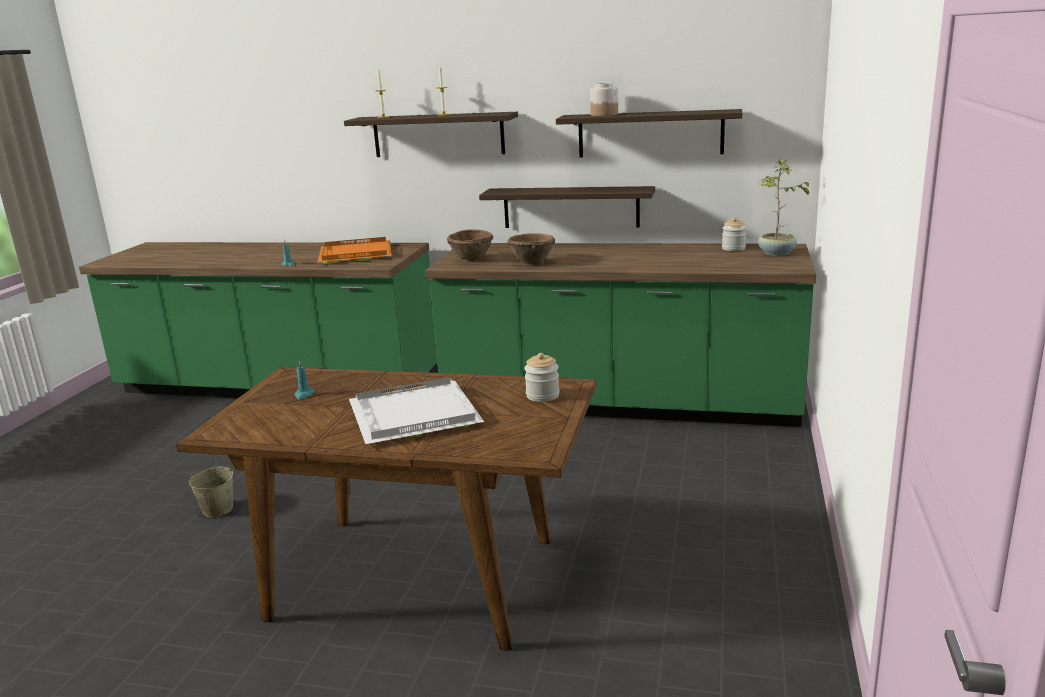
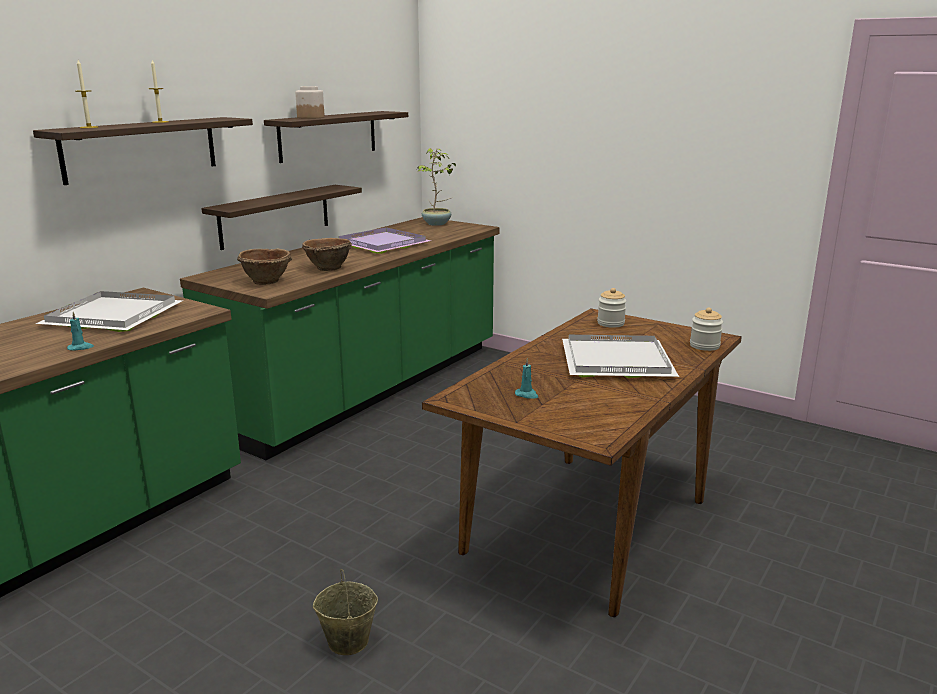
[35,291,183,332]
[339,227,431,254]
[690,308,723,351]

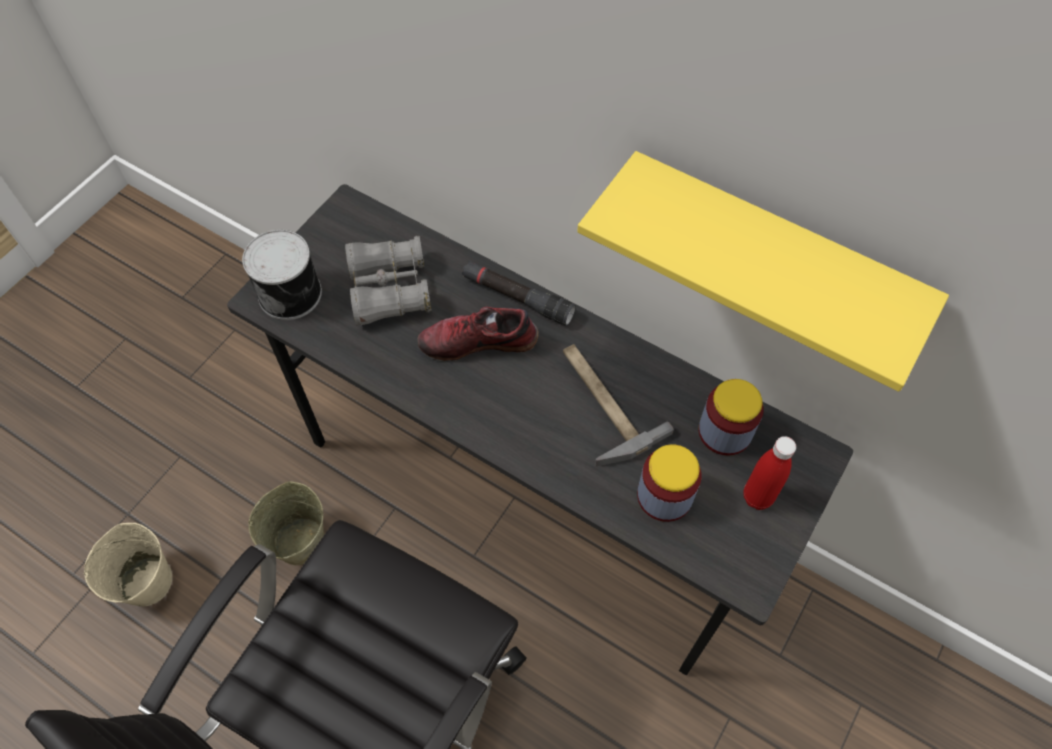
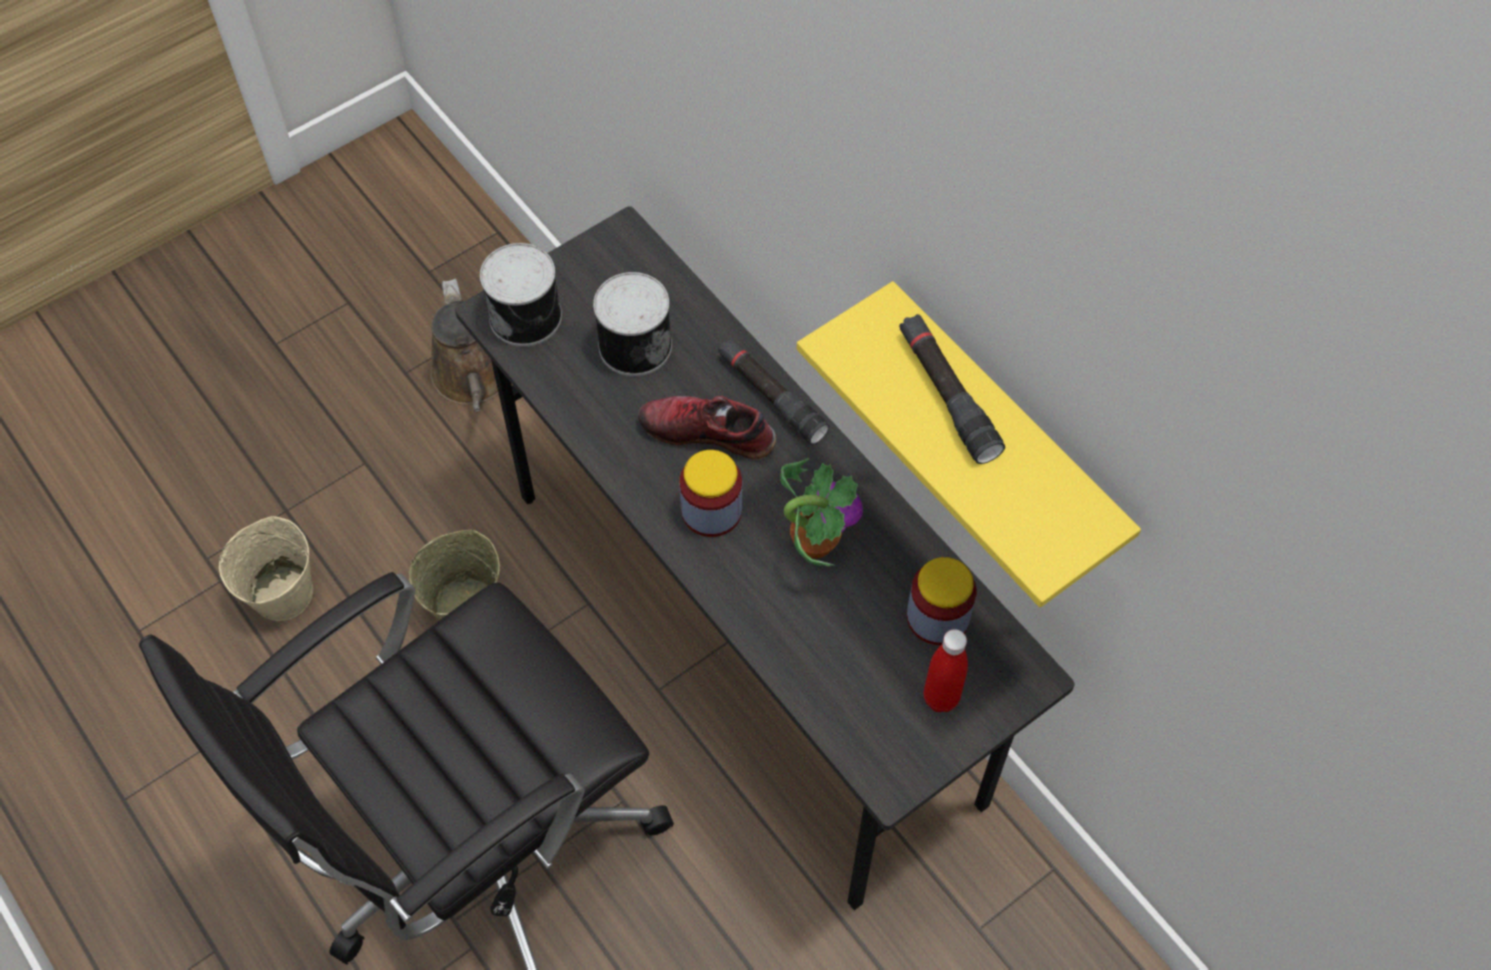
[430,279,499,412]
[593,272,672,376]
[680,450,742,537]
[780,458,863,566]
[899,314,1005,464]

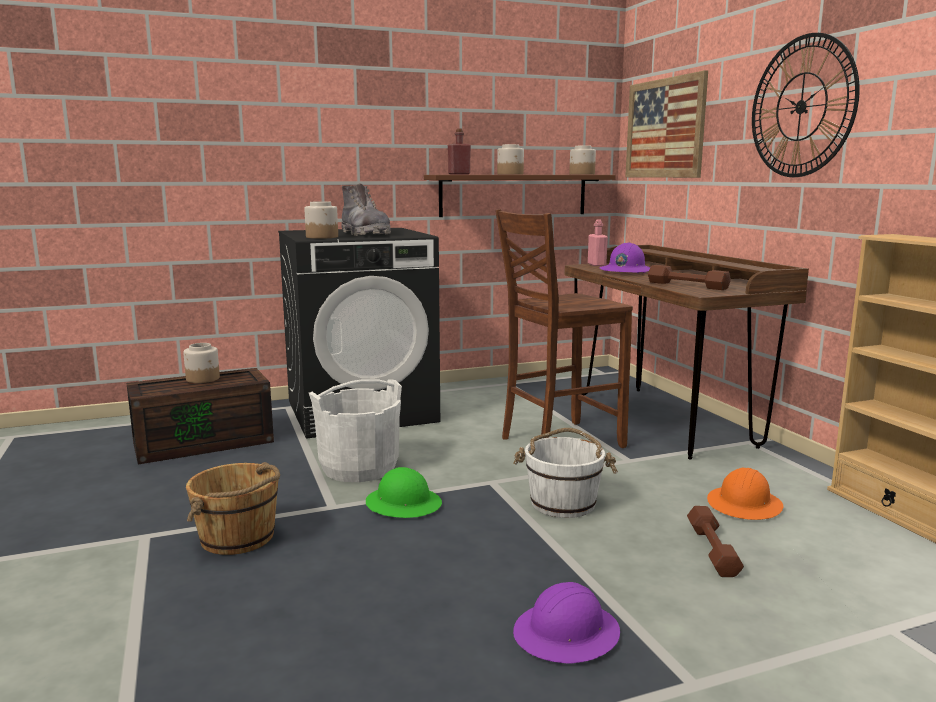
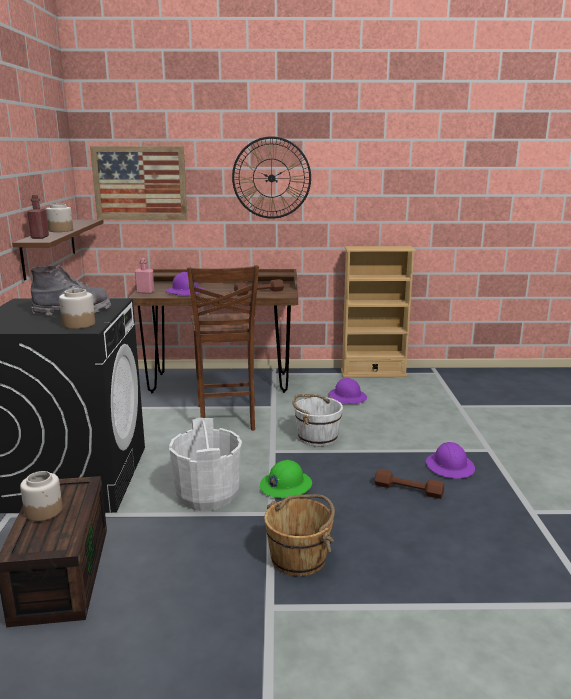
[329,378,367,404]
[375,469,444,499]
[569,145,596,175] (first image)

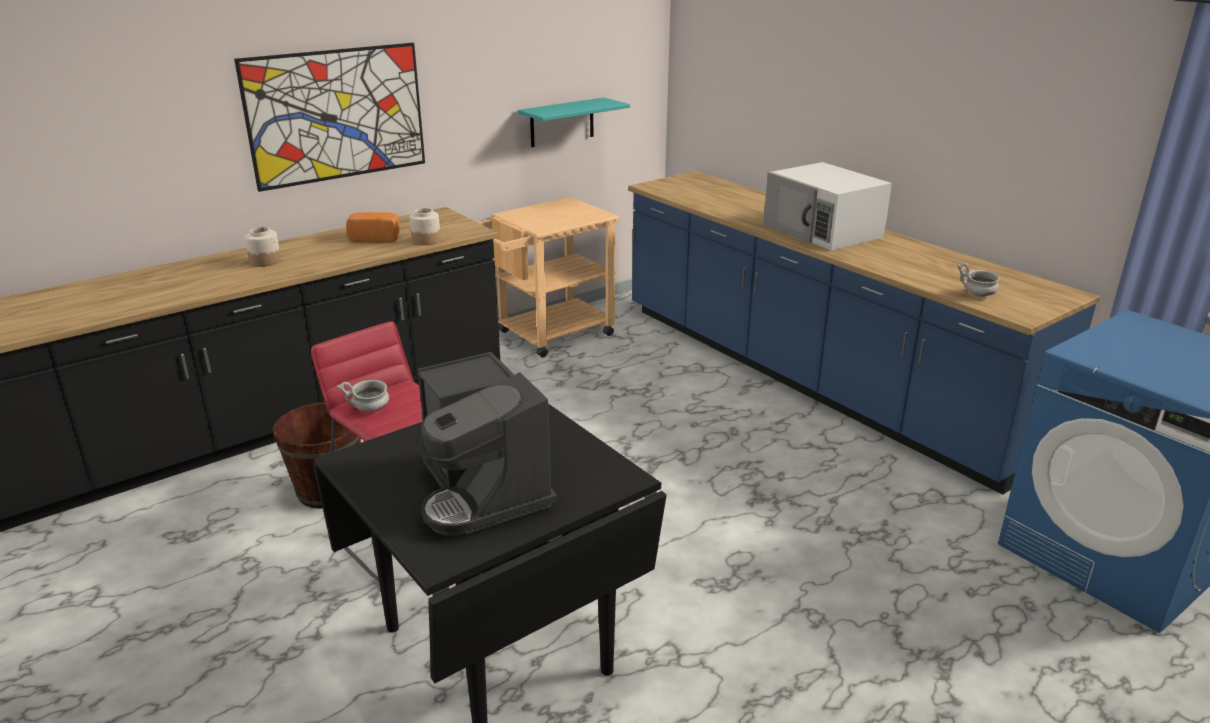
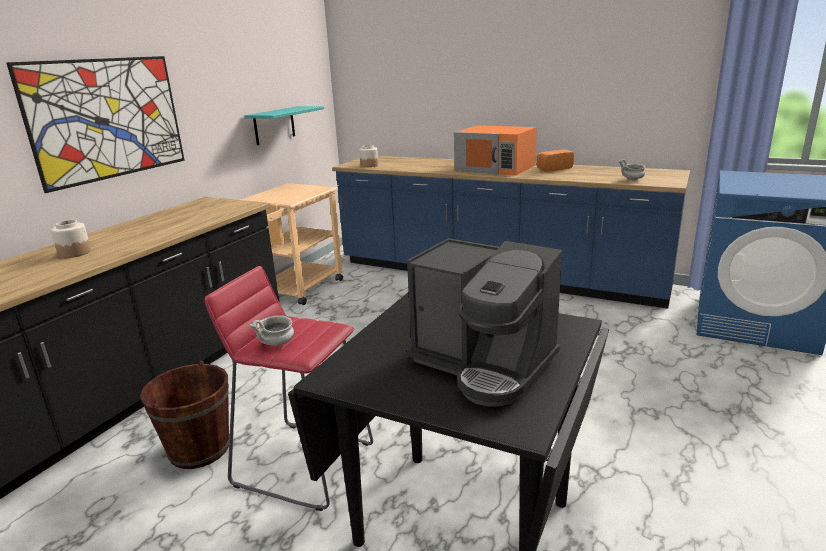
[359,145,378,167]
[454,125,537,175]
[537,150,574,172]

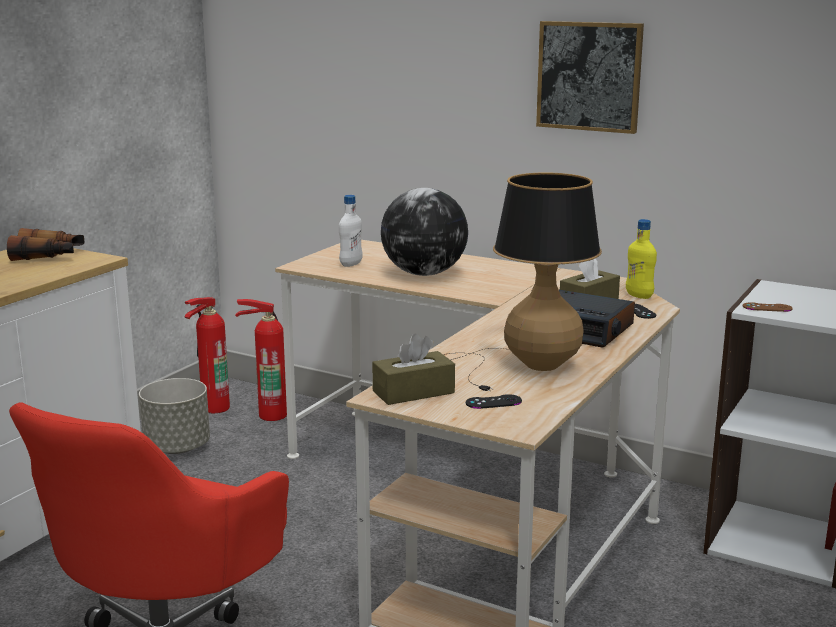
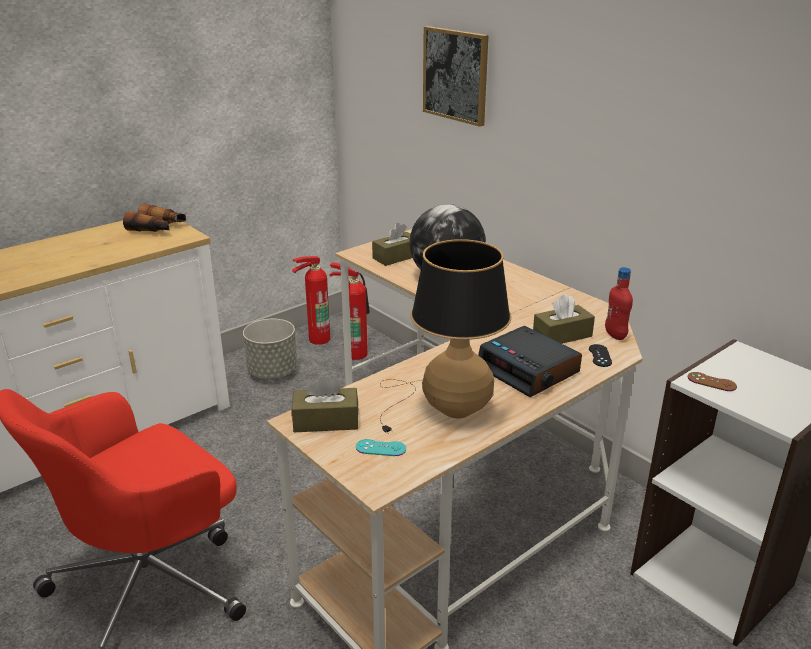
[356,439,406,456]
[372,223,412,266]
[423,26,489,127]
[605,267,633,340]

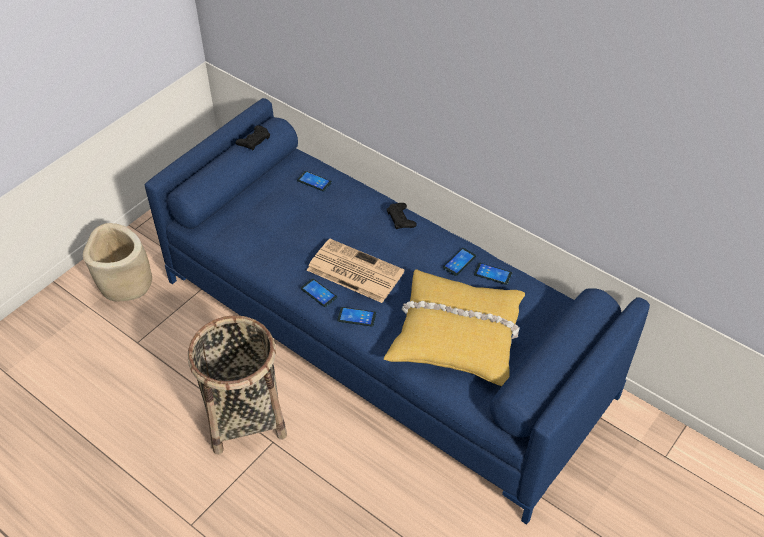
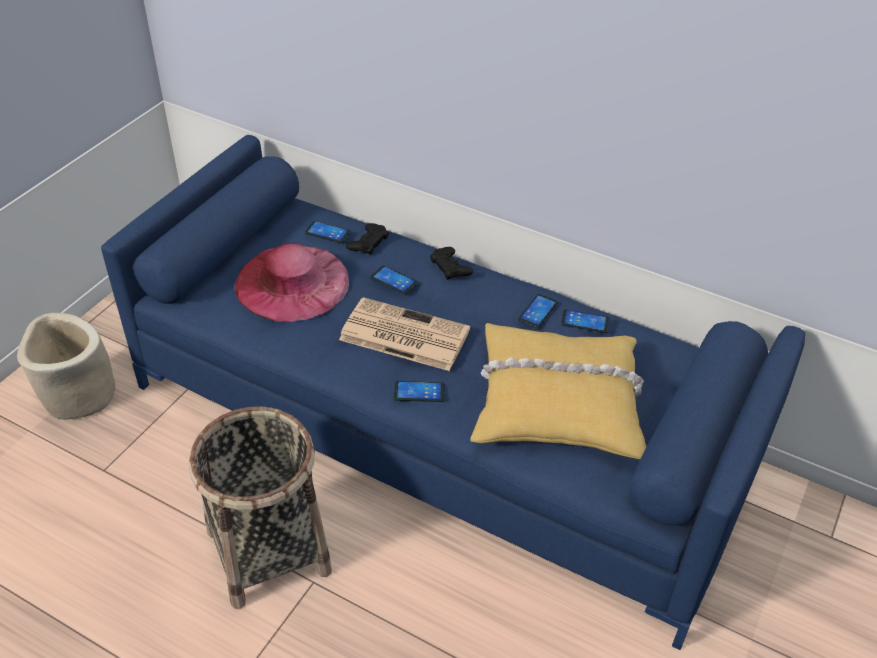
[234,243,349,322]
[346,223,389,255]
[370,266,418,295]

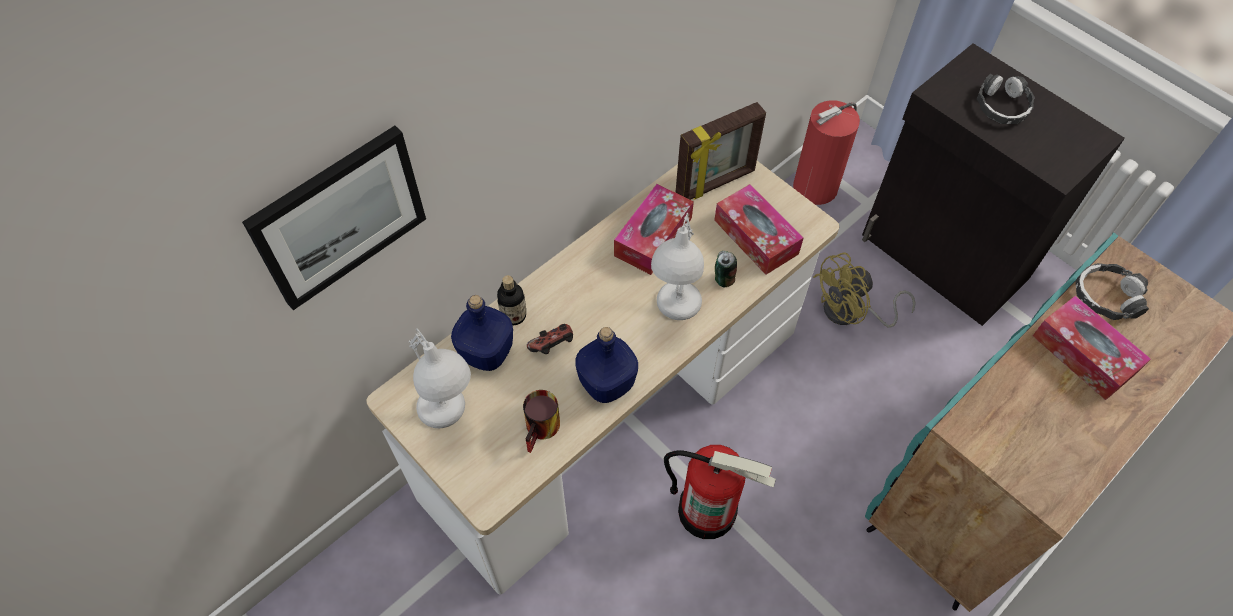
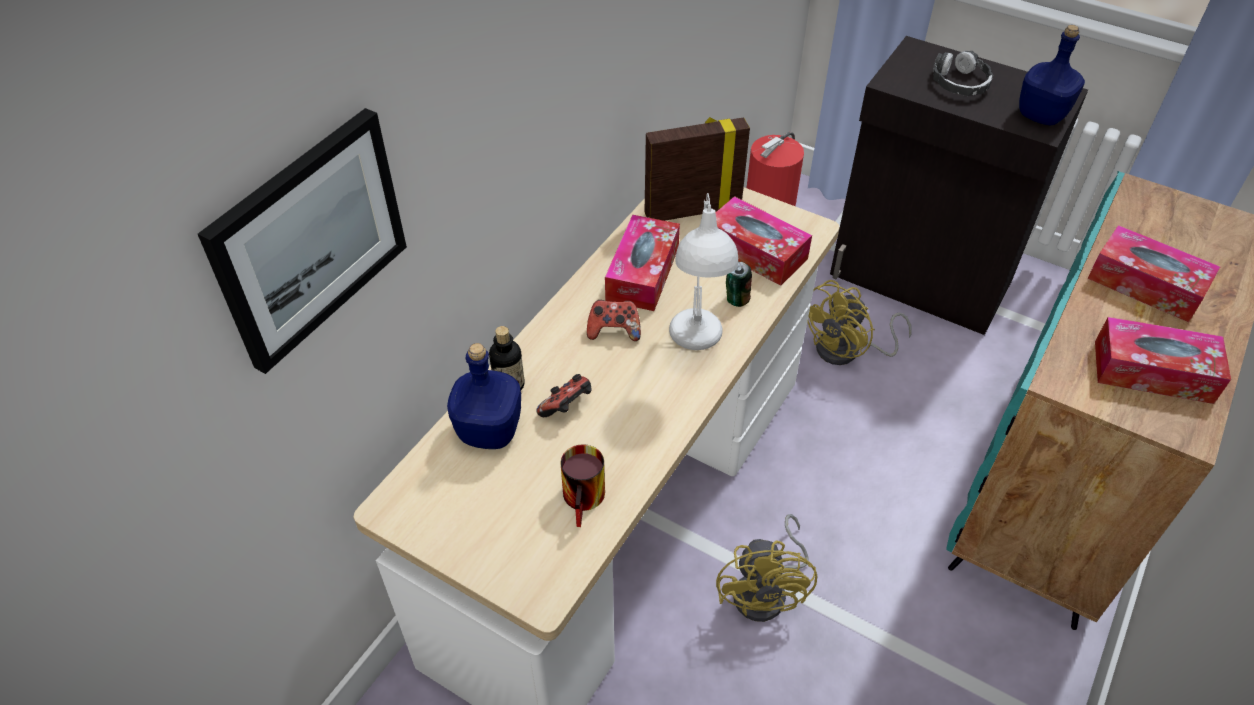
[587,300,641,341]
[645,117,750,221]
[716,514,817,622]
[1019,25,1085,125]
[1095,317,1231,404]
[409,328,471,428] (first image)
[1075,263,1149,320] (first image)

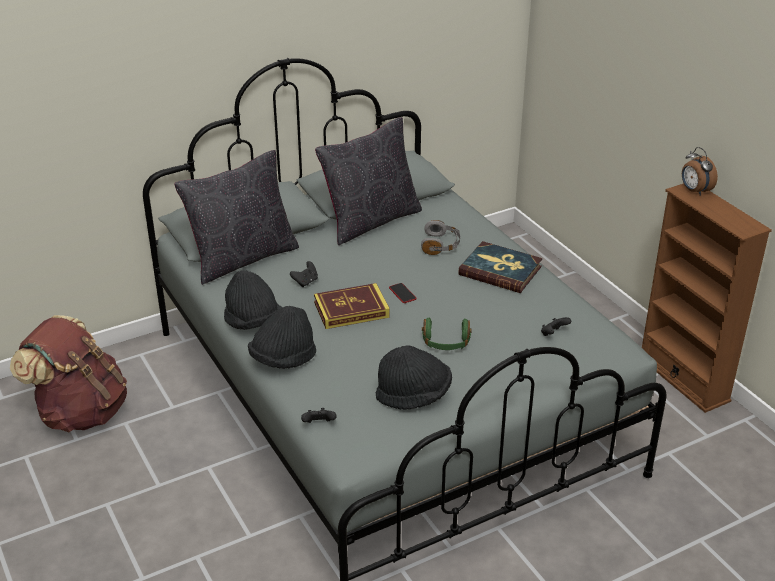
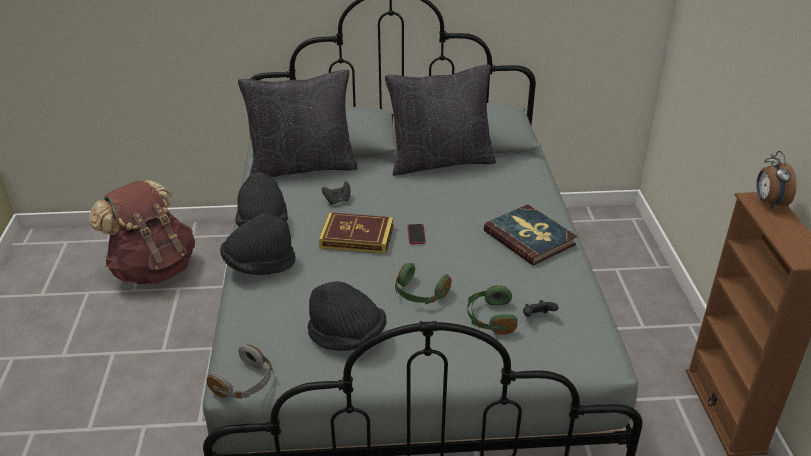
[206,344,274,398]
[468,285,518,335]
[301,408,337,423] (first image)

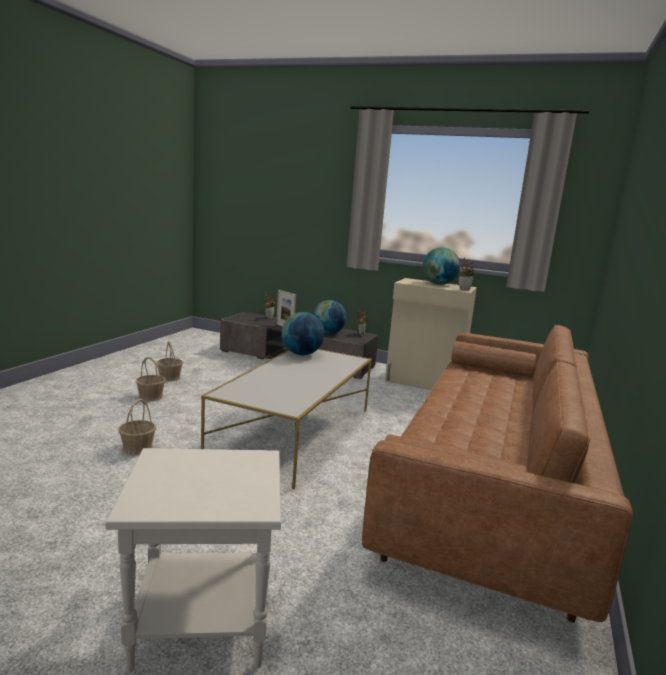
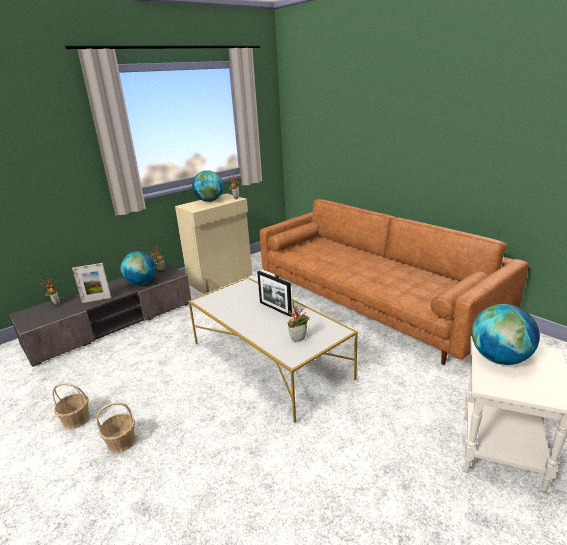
[257,271,292,317]
[287,302,309,342]
[472,304,540,365]
[118,399,156,455] (first image)

